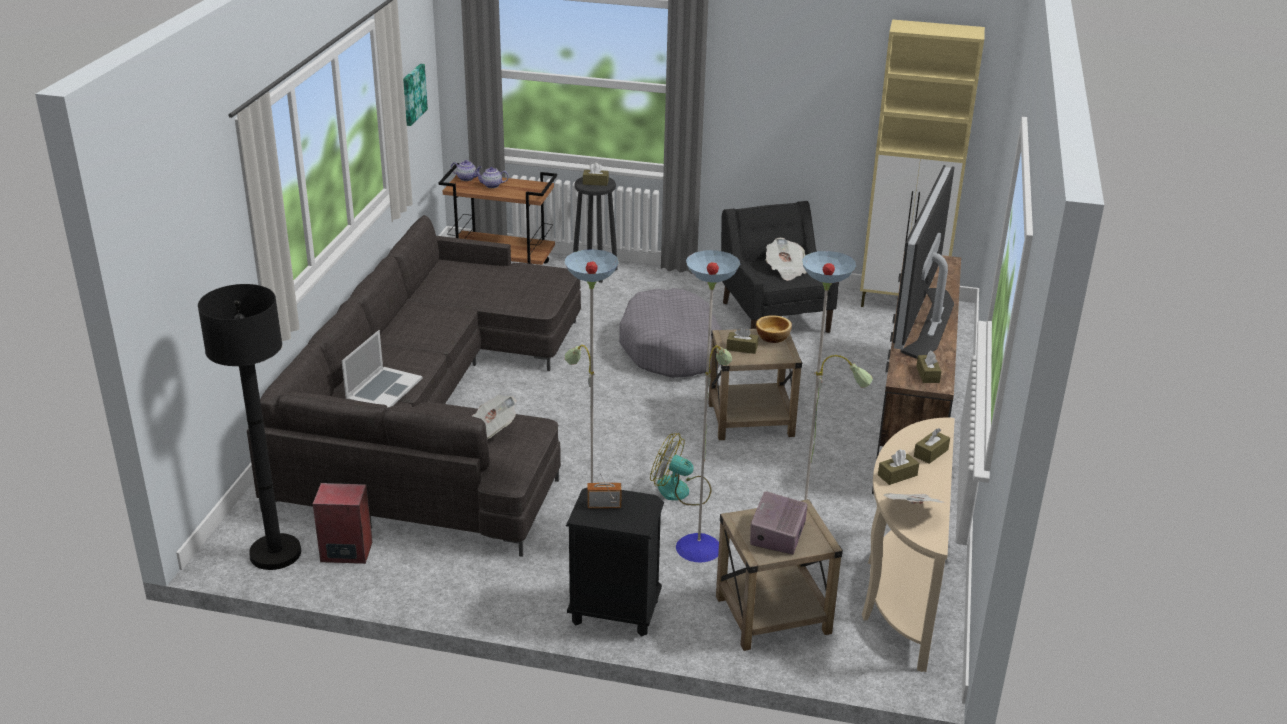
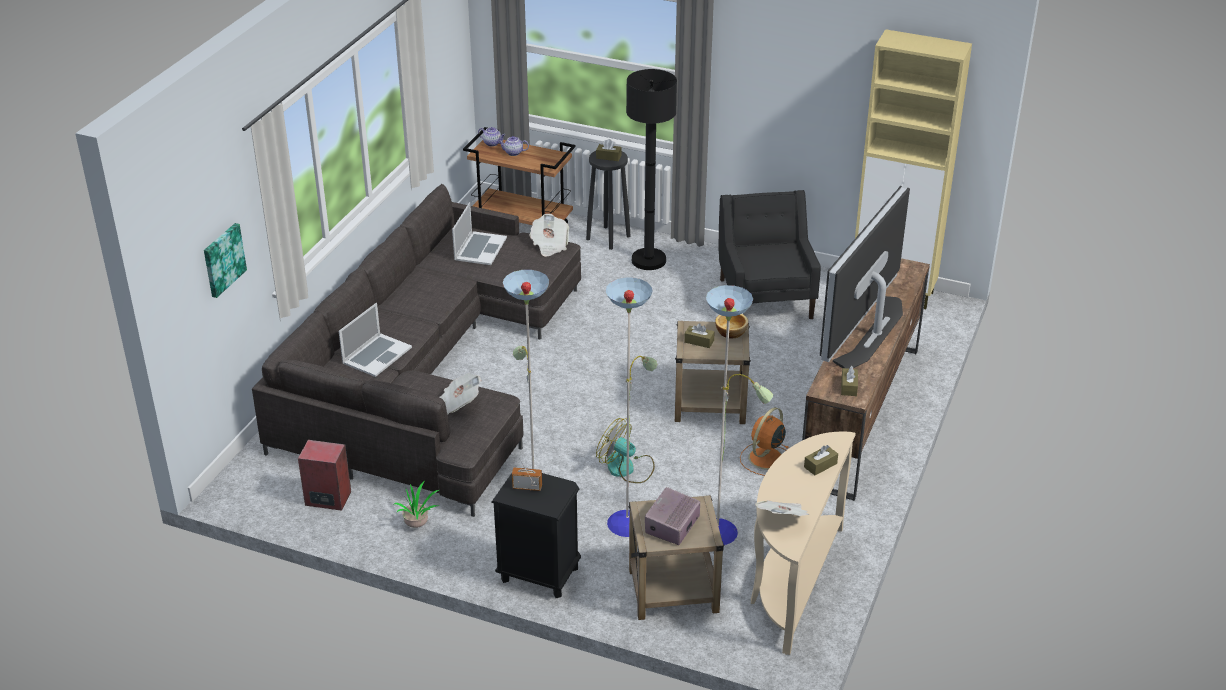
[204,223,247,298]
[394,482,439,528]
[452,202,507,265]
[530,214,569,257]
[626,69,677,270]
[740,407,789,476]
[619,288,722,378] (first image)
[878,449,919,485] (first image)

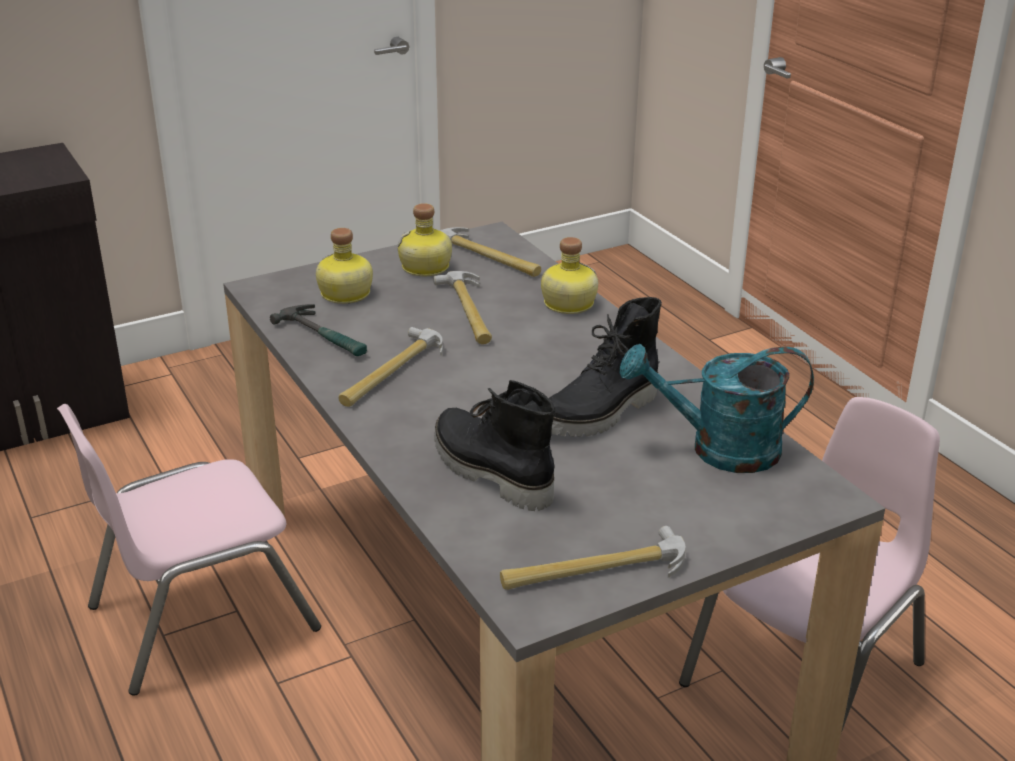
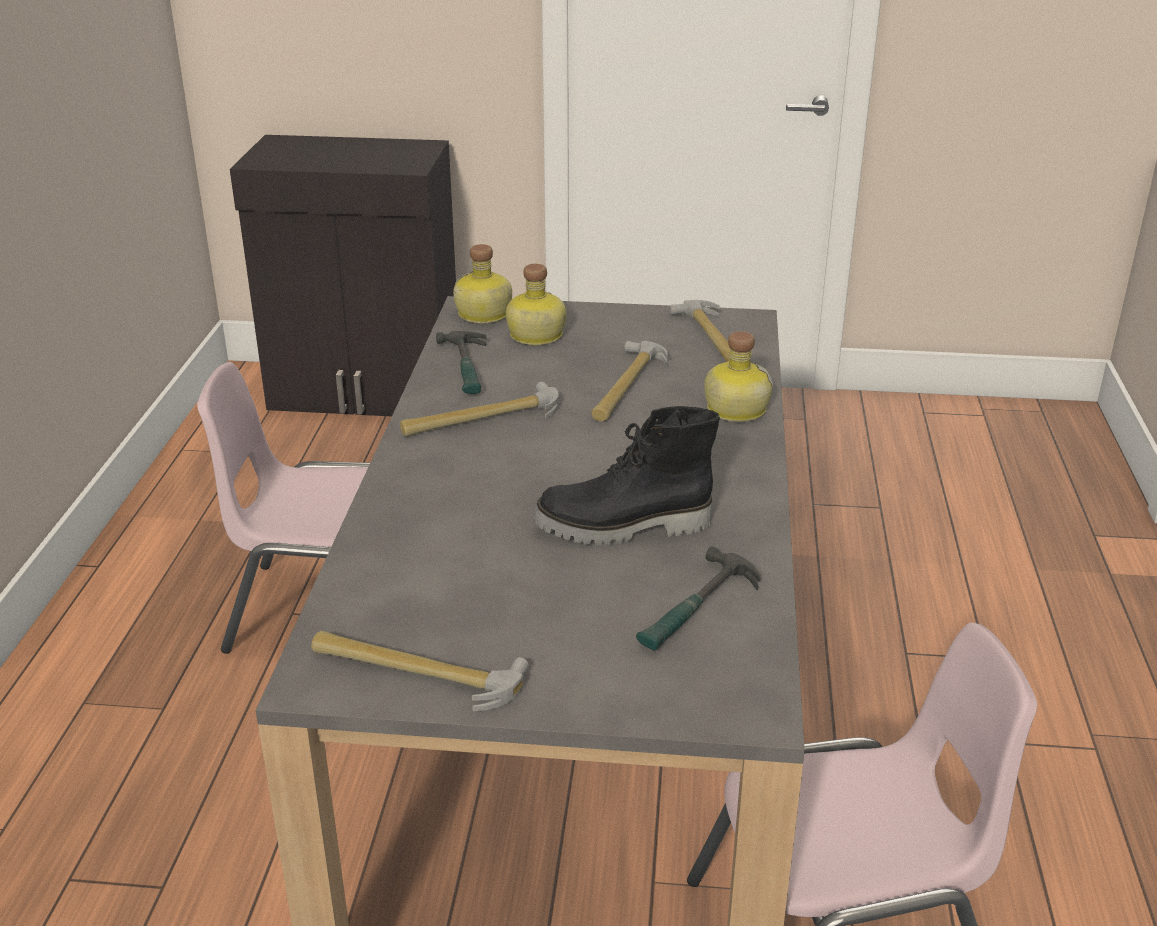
[453,244,512,324]
[636,546,760,651]
[434,380,555,511] (first image)

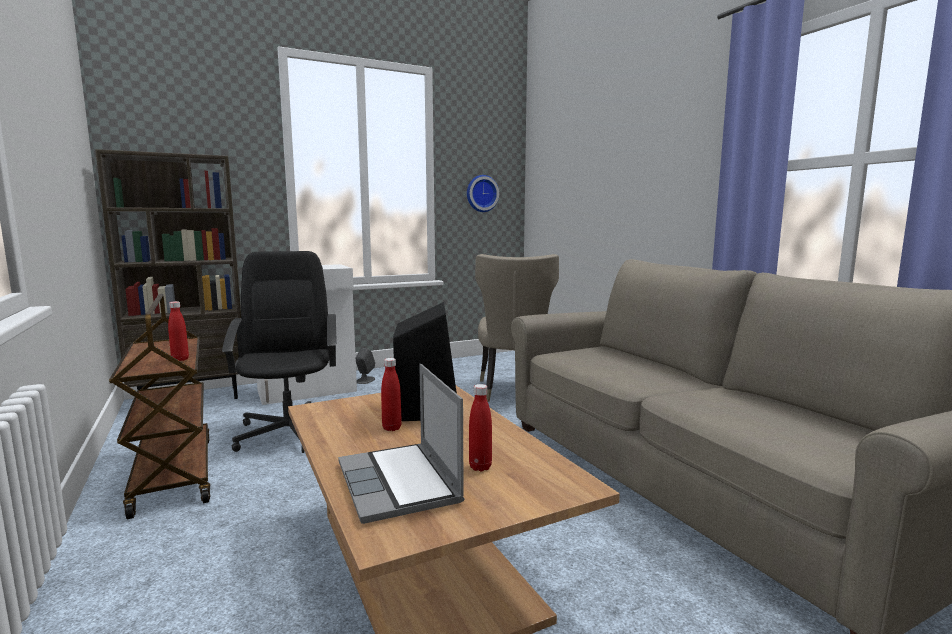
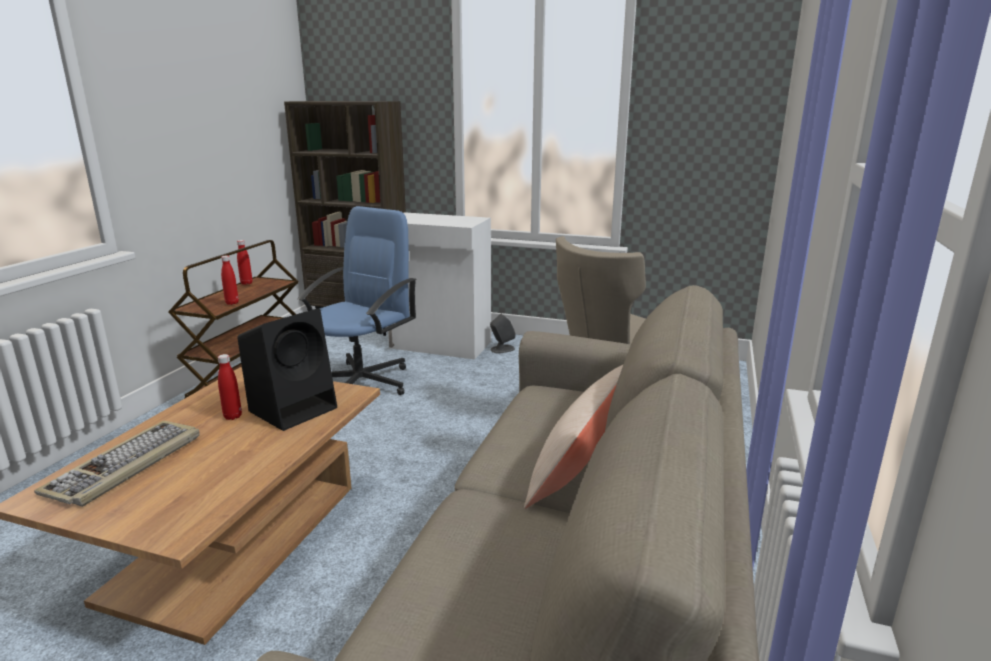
[34,421,200,507]
[237,240,252,285]
[297,206,417,395]
[524,365,623,509]
[467,175,499,212] (first image)

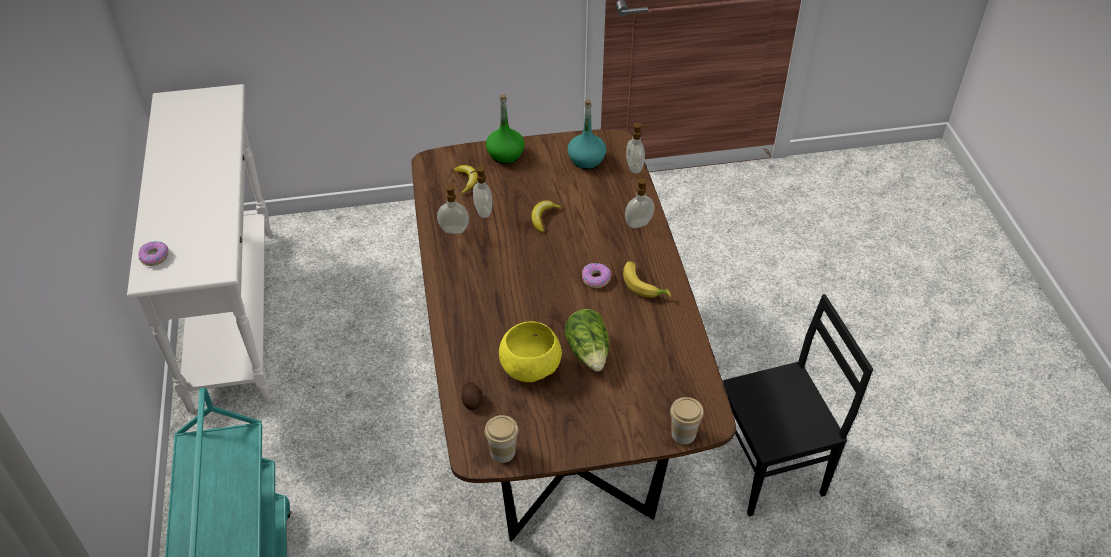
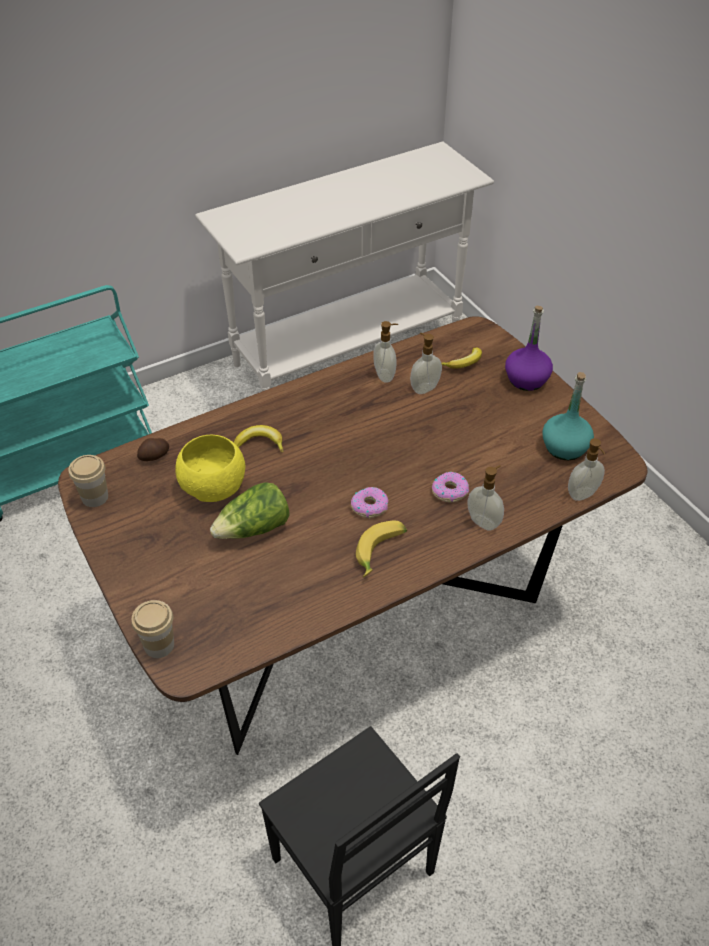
[234,425,283,453]
[432,472,469,502]
[505,306,553,391]

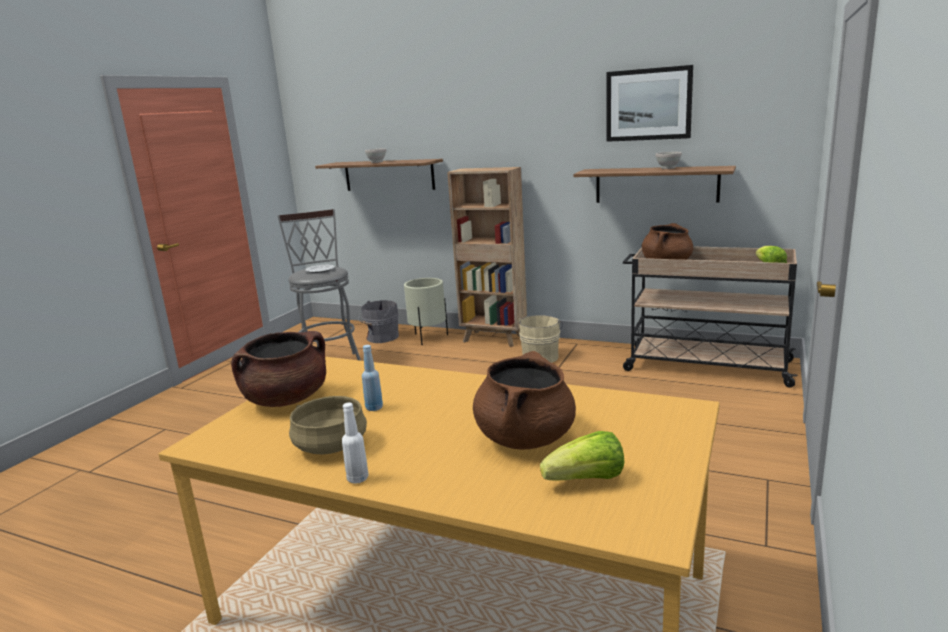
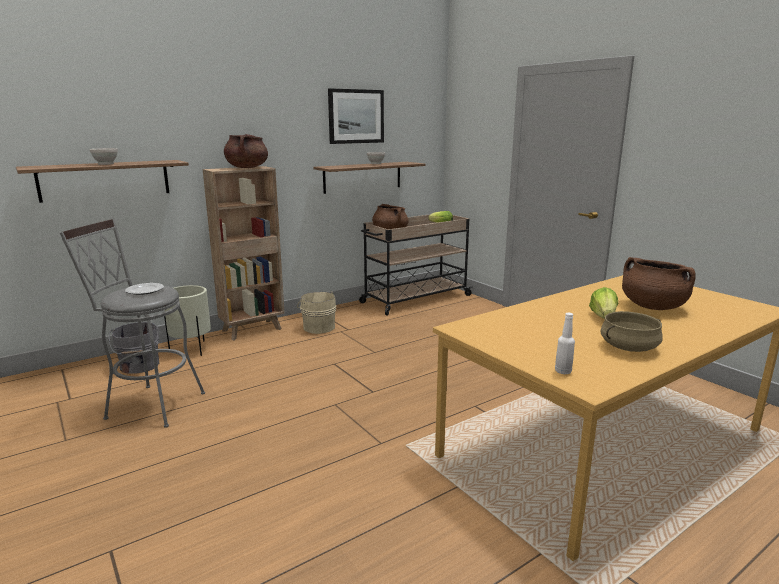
[224,134,268,168]
[555,313,575,374]
[589,287,618,319]
[362,345,383,411] (first image)

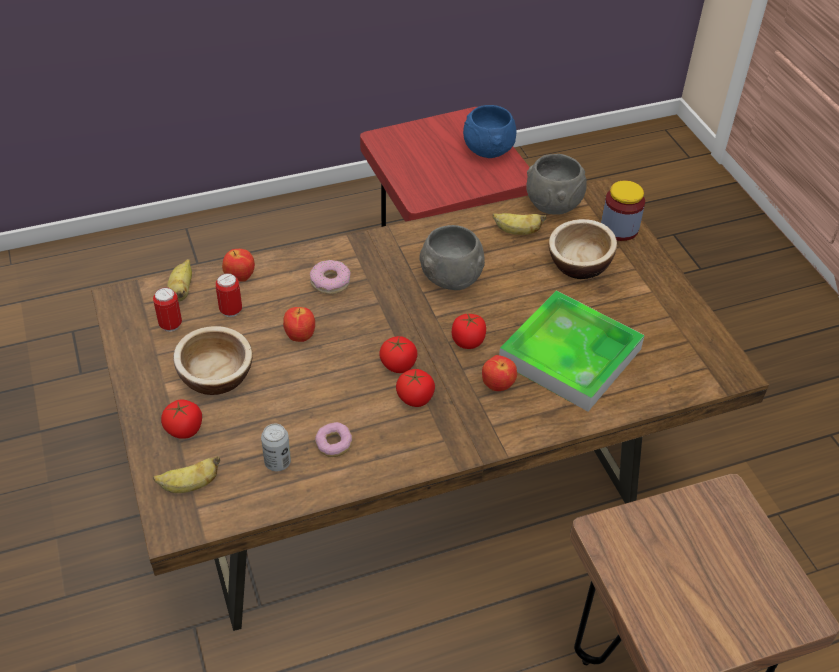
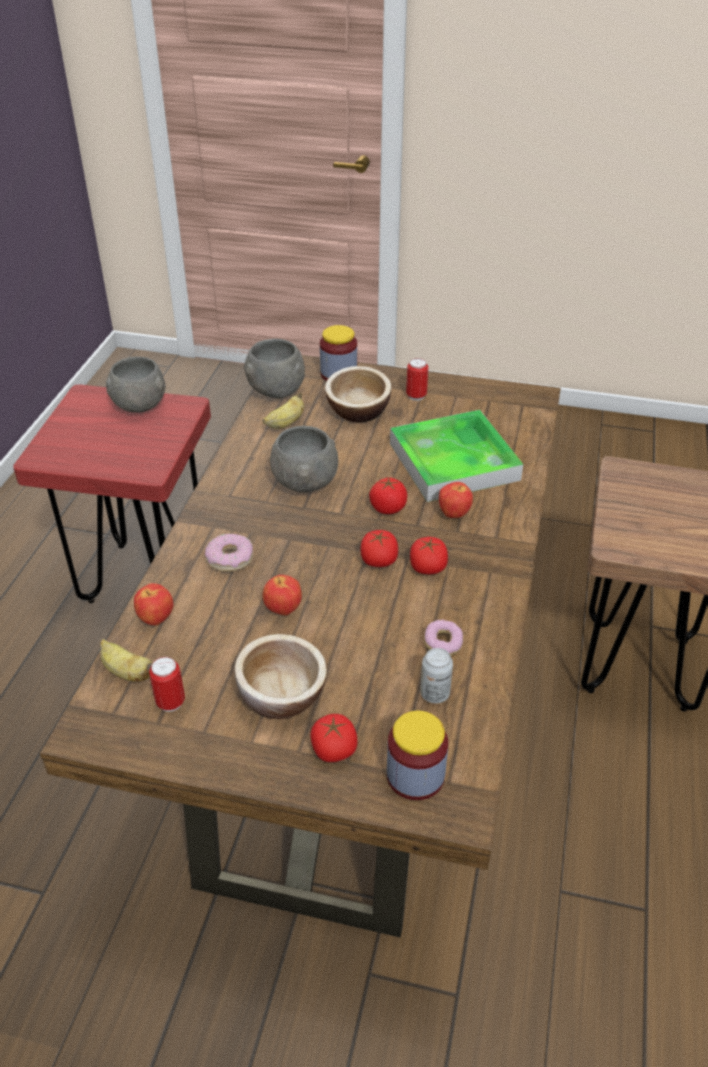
[106,357,166,413]
[387,710,448,800]
[406,358,428,401]

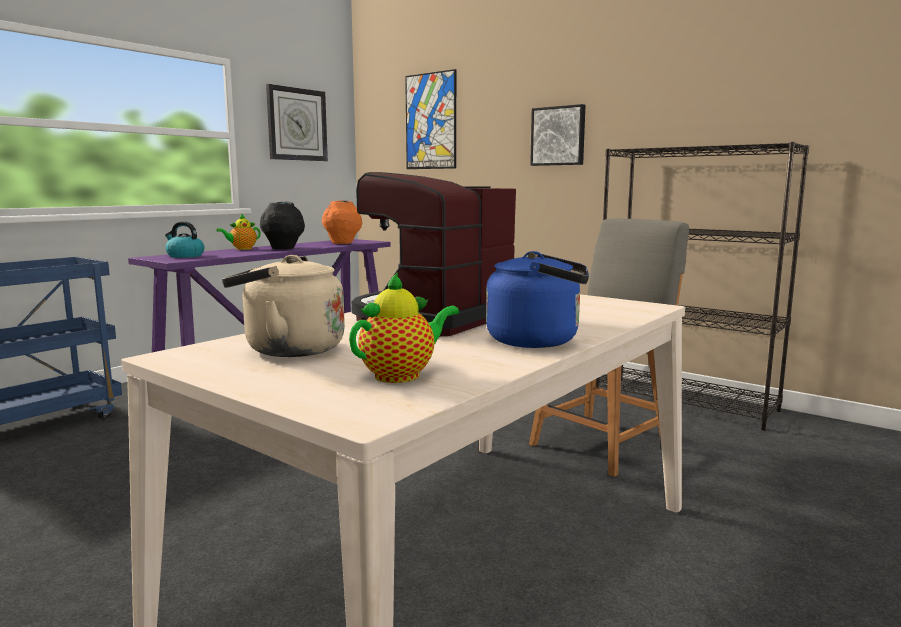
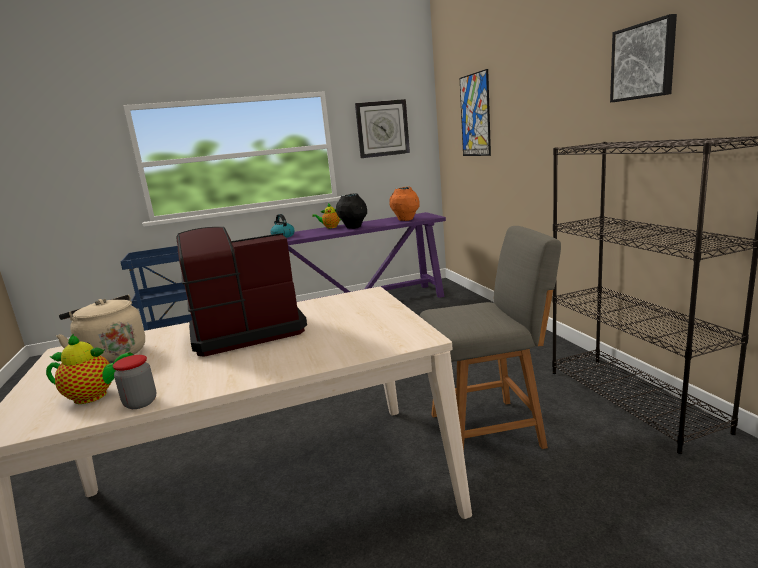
[113,355,156,409]
[610,14,677,102]
[486,251,589,348] (first image)

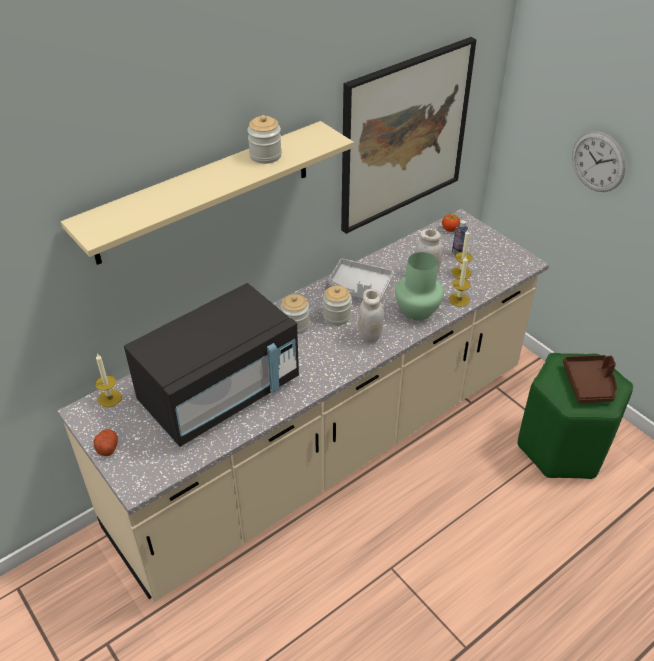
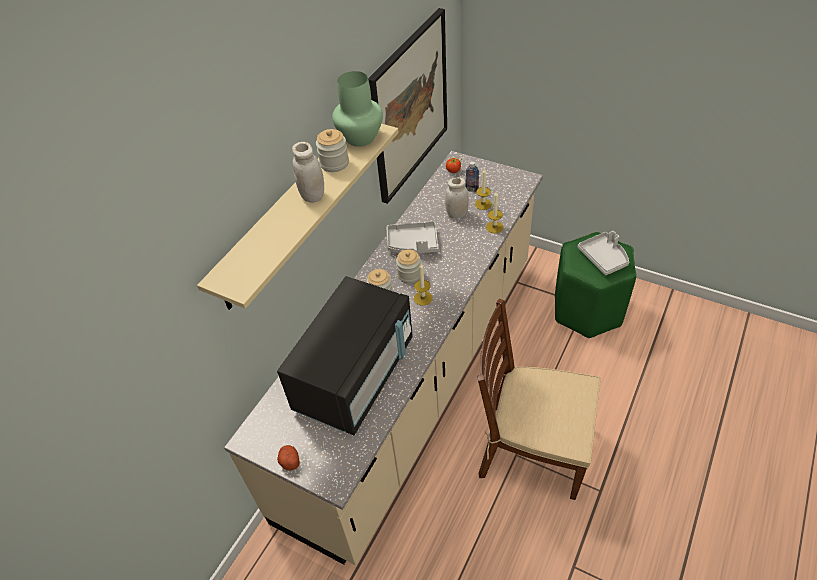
[292,142,324,203]
[332,71,383,147]
[414,263,433,306]
[477,299,601,500]
[578,231,629,275]
[572,131,626,192] (first image)

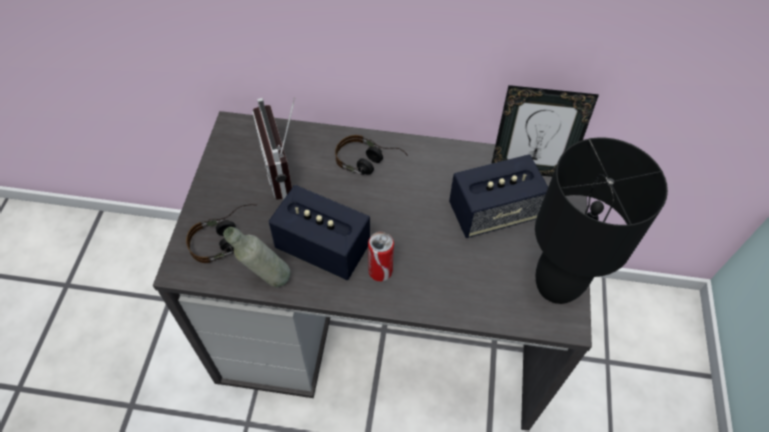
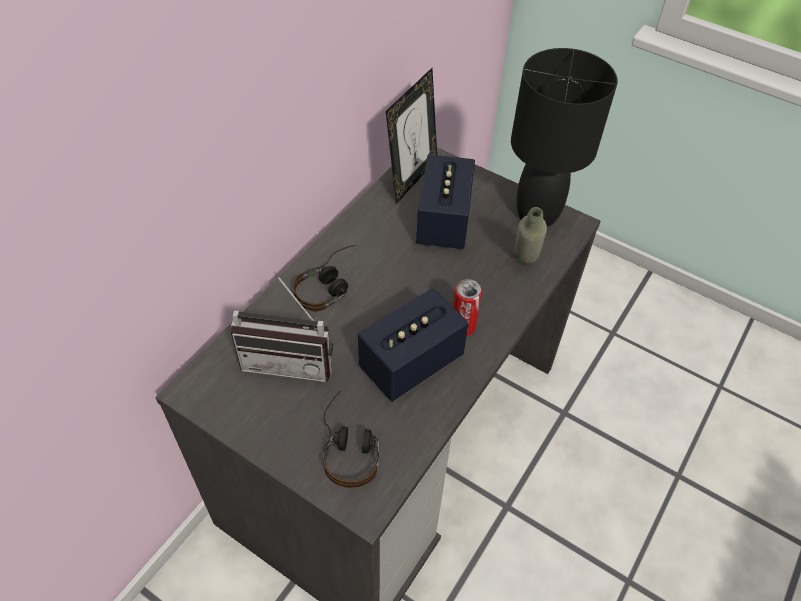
[515,207,547,264]

